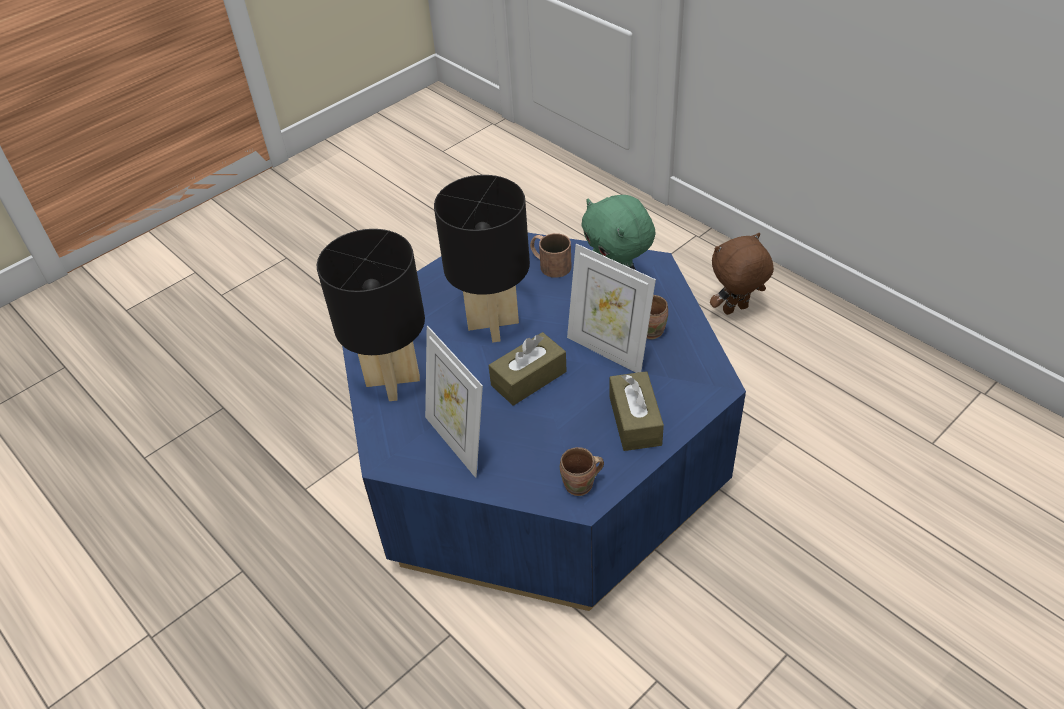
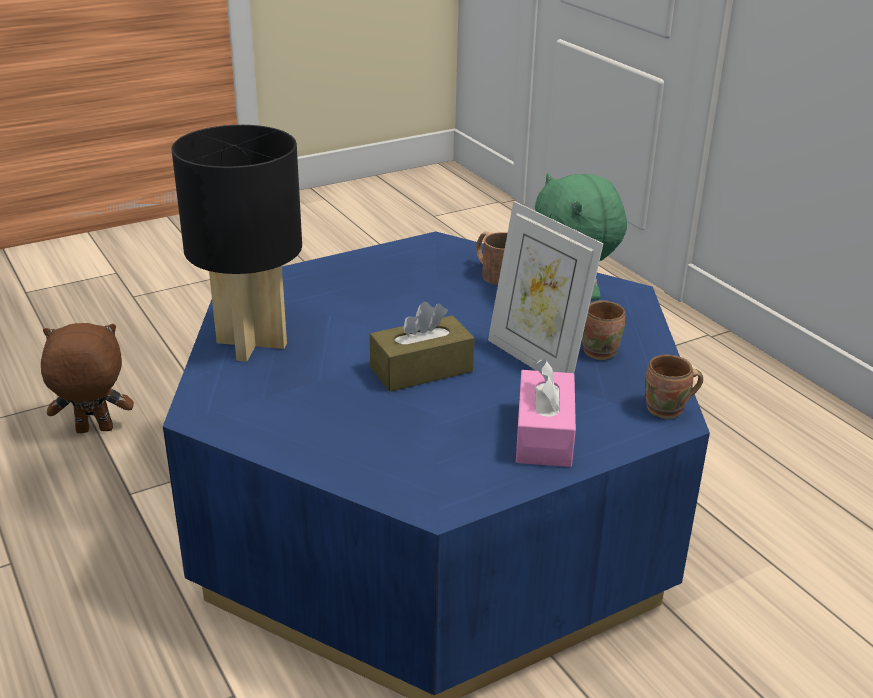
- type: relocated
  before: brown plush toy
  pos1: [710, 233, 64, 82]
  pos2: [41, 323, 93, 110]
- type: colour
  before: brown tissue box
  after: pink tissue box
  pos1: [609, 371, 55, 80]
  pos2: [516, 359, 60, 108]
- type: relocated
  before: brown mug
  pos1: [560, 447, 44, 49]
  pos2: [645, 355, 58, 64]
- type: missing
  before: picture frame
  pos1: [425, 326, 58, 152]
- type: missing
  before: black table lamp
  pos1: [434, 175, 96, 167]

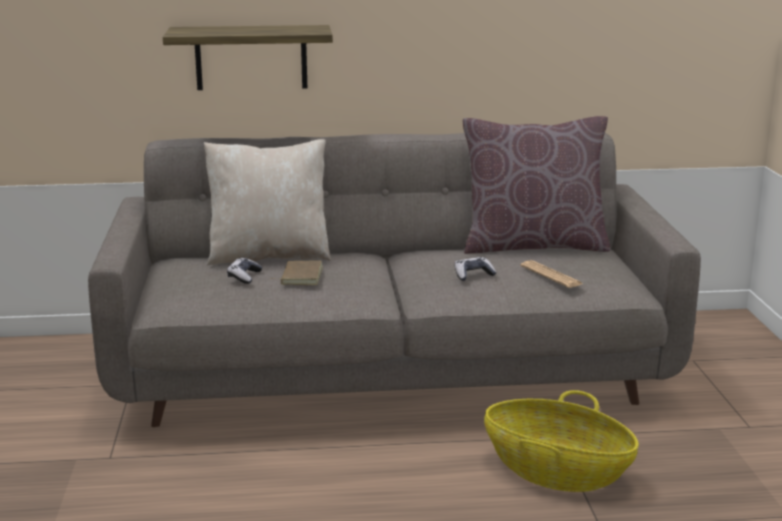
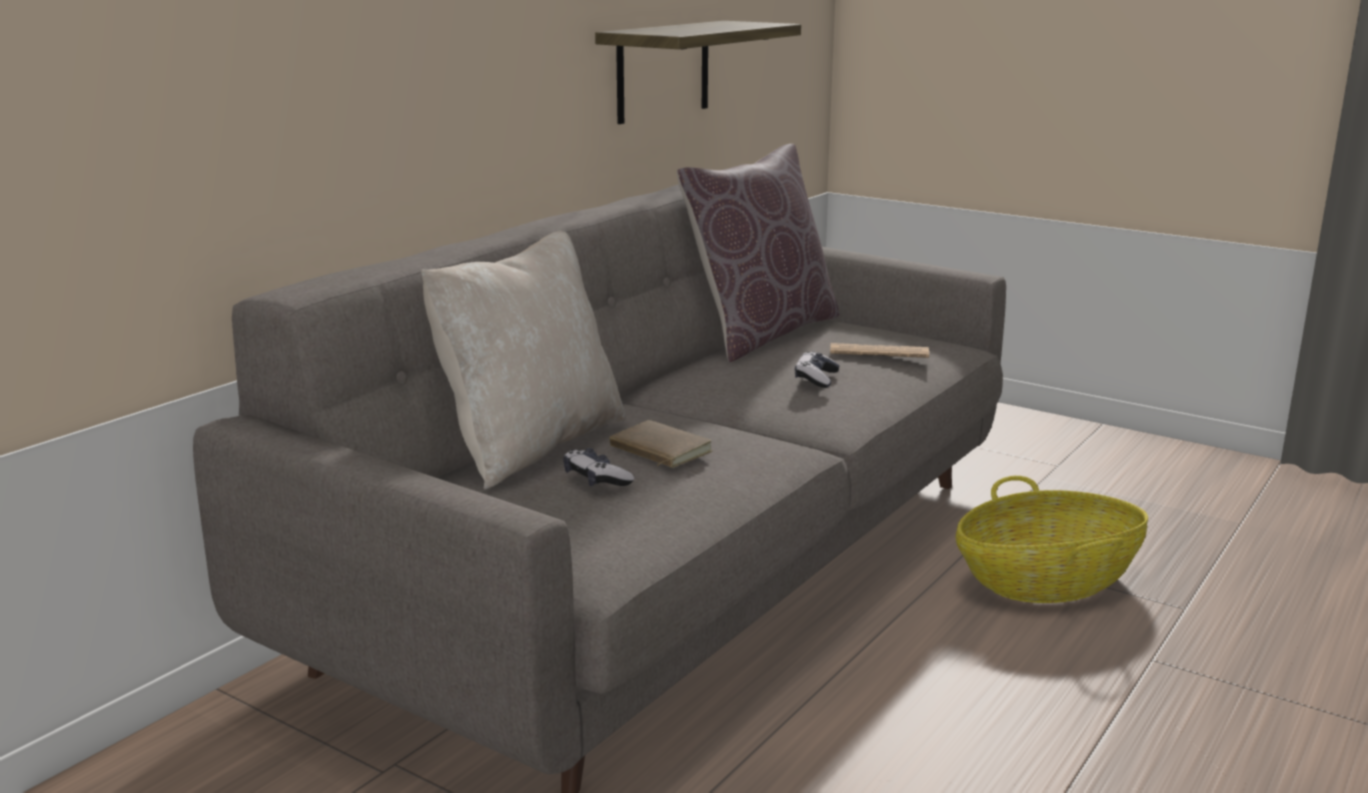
- type: relocated
  before: shelf
  pos1: [163, 25, 170, 65]
  pos2: [595, 21, 206, 103]

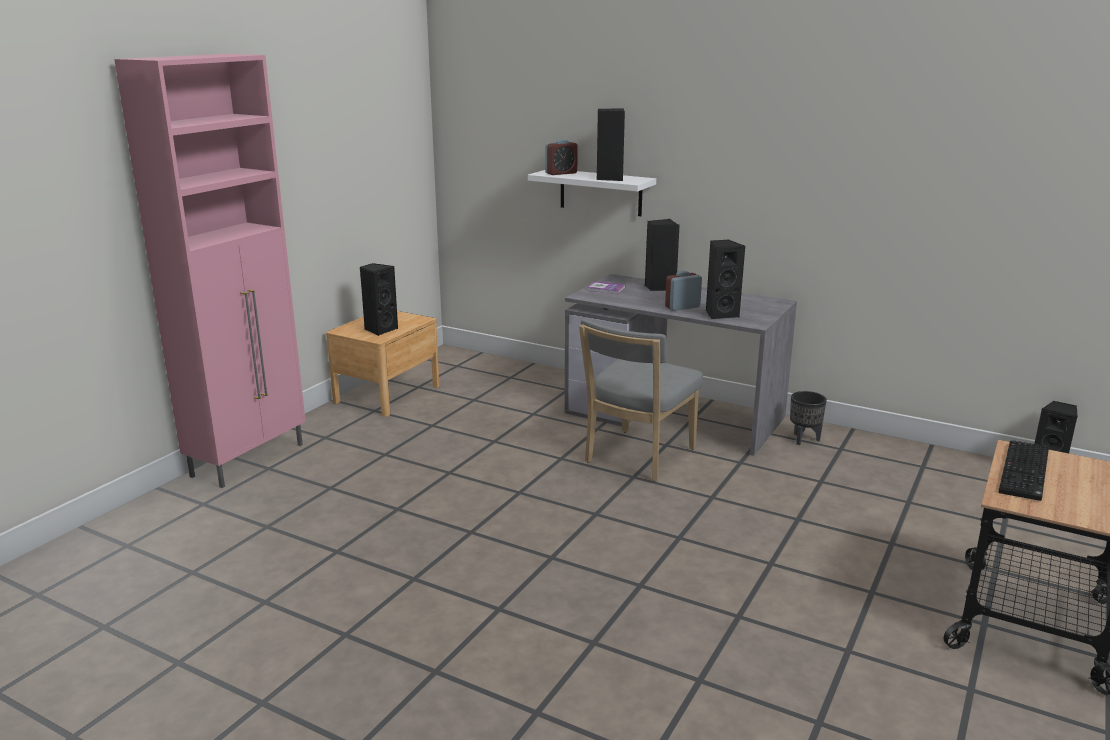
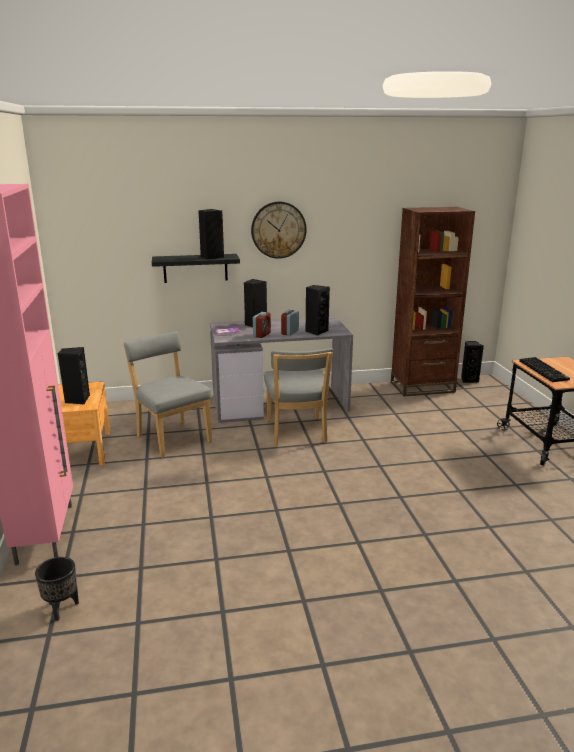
- type: relocated
  before: black planter
  pos1: [790, 391, 37, 54]
  pos2: [35, 557, 44, 64]
- type: appeared
  after: grey chair
  pos2: [124, 332, 88, 126]
- type: colour
  before: white shelf
  after: black shelf
  pos1: [528, 170, 128, 46]
  pos2: [152, 254, 88, 29]
- type: appeared
  after: wall clock
  pos2: [251, 201, 56, 58]
- type: relocated
  before: alarm clock
  pos1: [545, 140, 33, 35]
  pos2: [253, 312, 18, 26]
- type: appeared
  after: brown bookcase
  pos2: [391, 207, 84, 189]

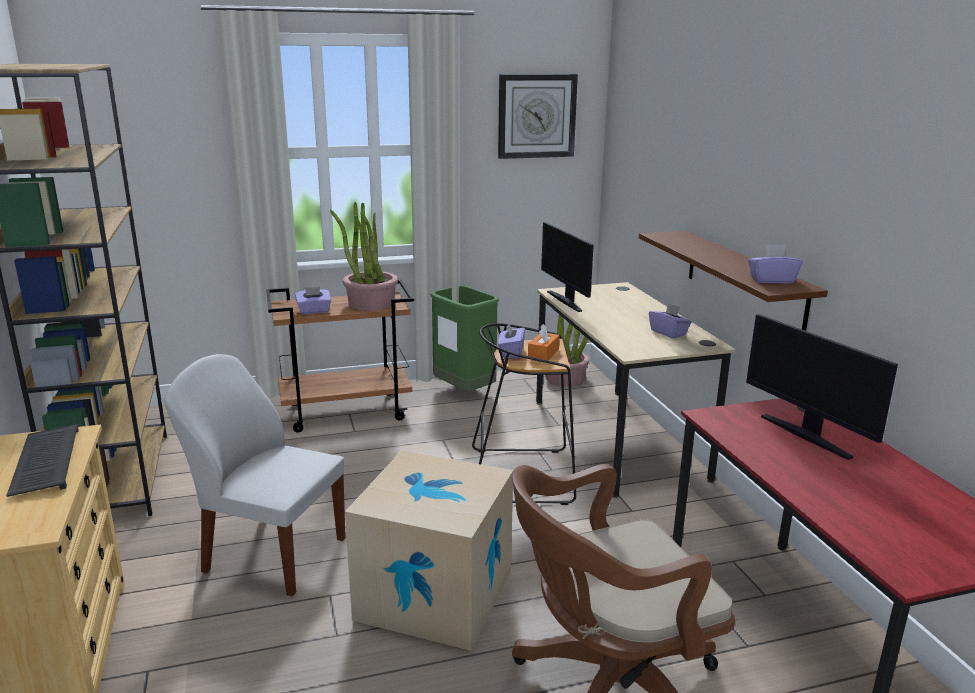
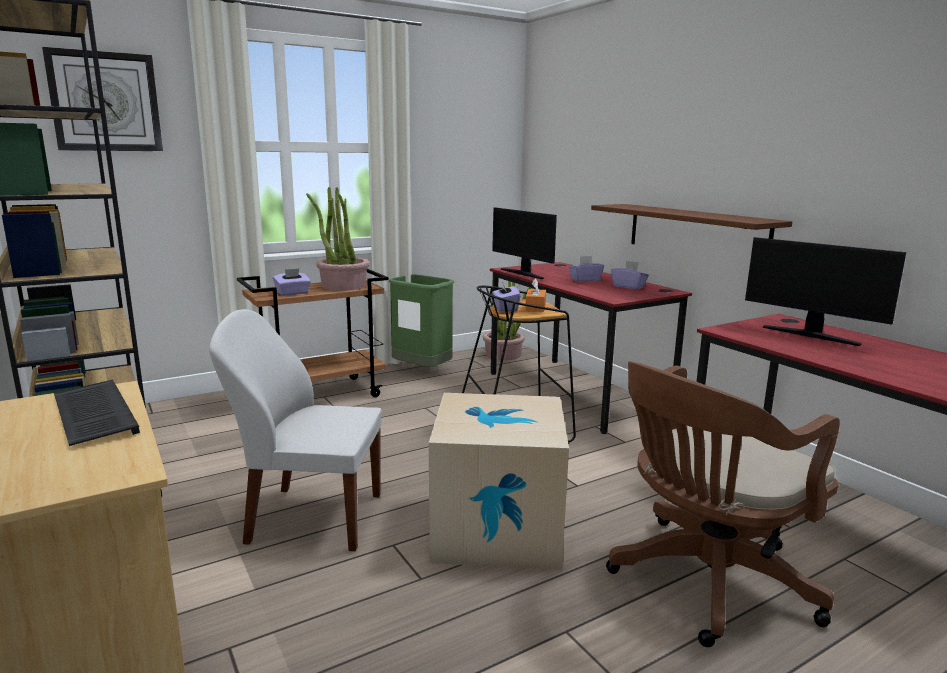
- type: relocated
  before: wall clock
  pos1: [498, 74, 80, 85]
  pos2: [42, 47, 121, 104]
- type: colour
  before: beige desk
  after: red desk
  pos1: [536, 282, 200, 216]
  pos2: [490, 262, 202, 172]
- type: relocated
  before: purple tissue box
  pos1: [748, 244, 55, 40]
  pos2: [568, 256, 36, 26]

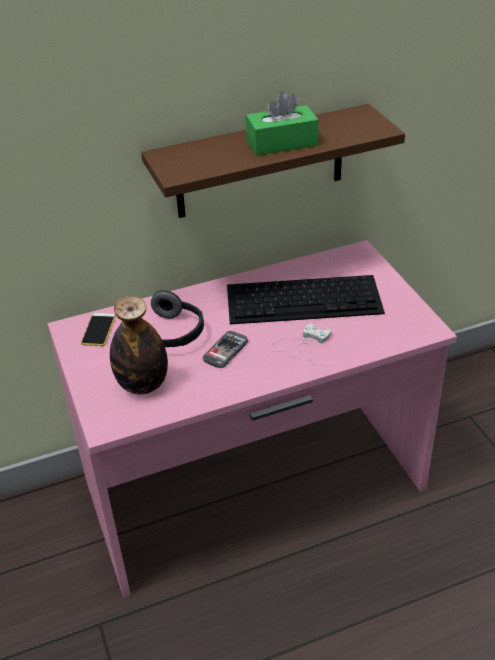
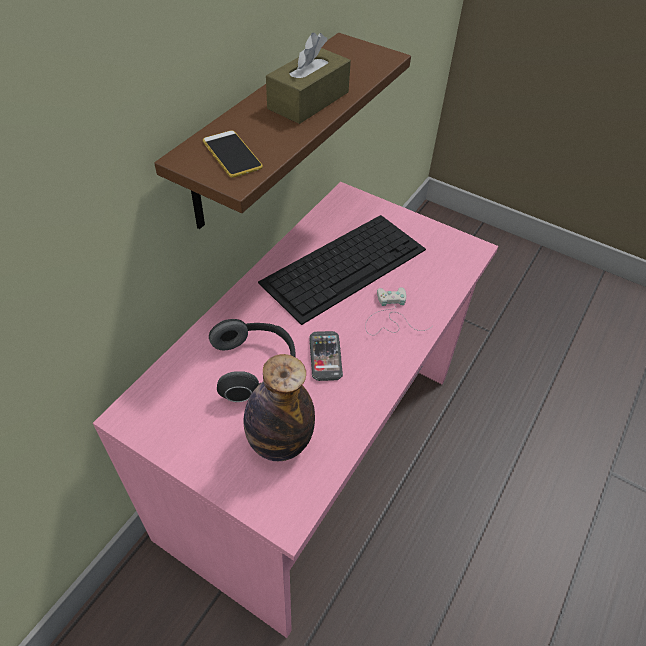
- type: relocated
  before: phone
  pos1: [81, 313, 35, 33]
  pos2: [203, 130, 60, 48]
- type: colour
  before: green tissue box
  after: brown tissue box
  pos1: [246, 91, 72, 65]
  pos2: [266, 33, 85, 91]

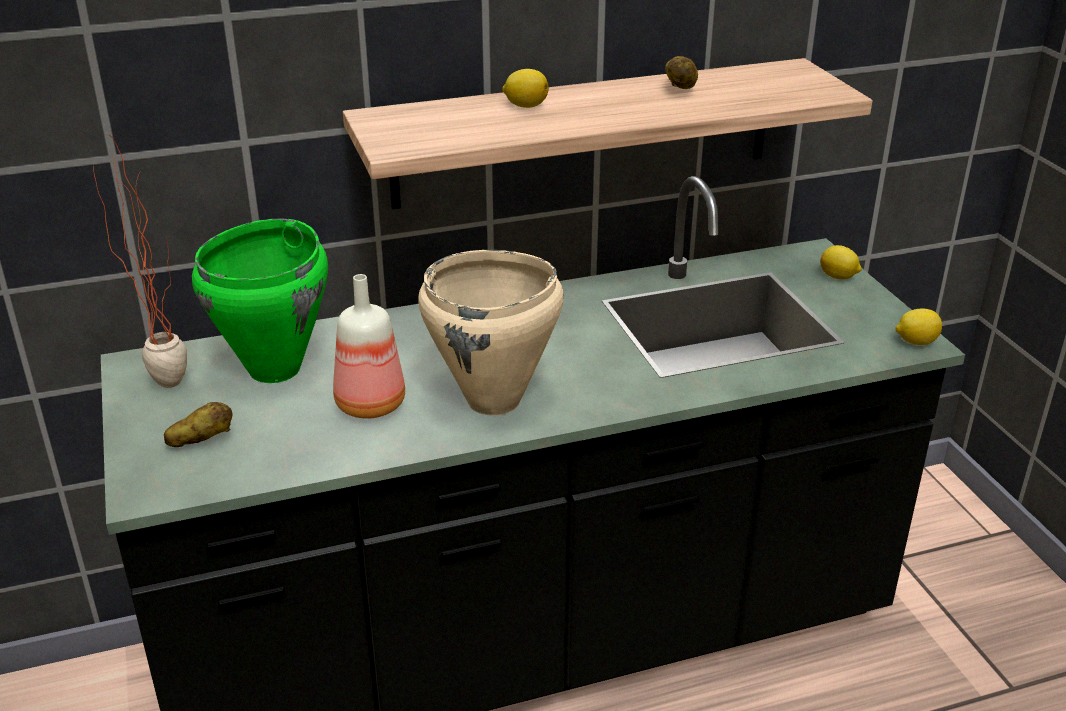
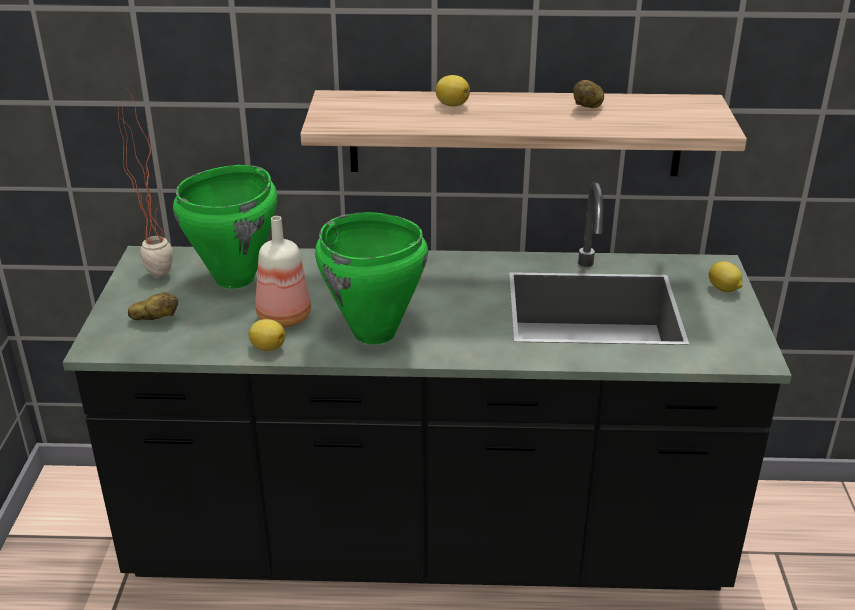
- type: relocated
  before: lemon
  pos1: [895, 308, 47, 37]
  pos2: [248, 319, 37, 32]
- type: colour
  before: beige cooking pot
  after: green cooking pot
  pos1: [418, 250, 146, 166]
  pos2: [315, 212, 113, 133]

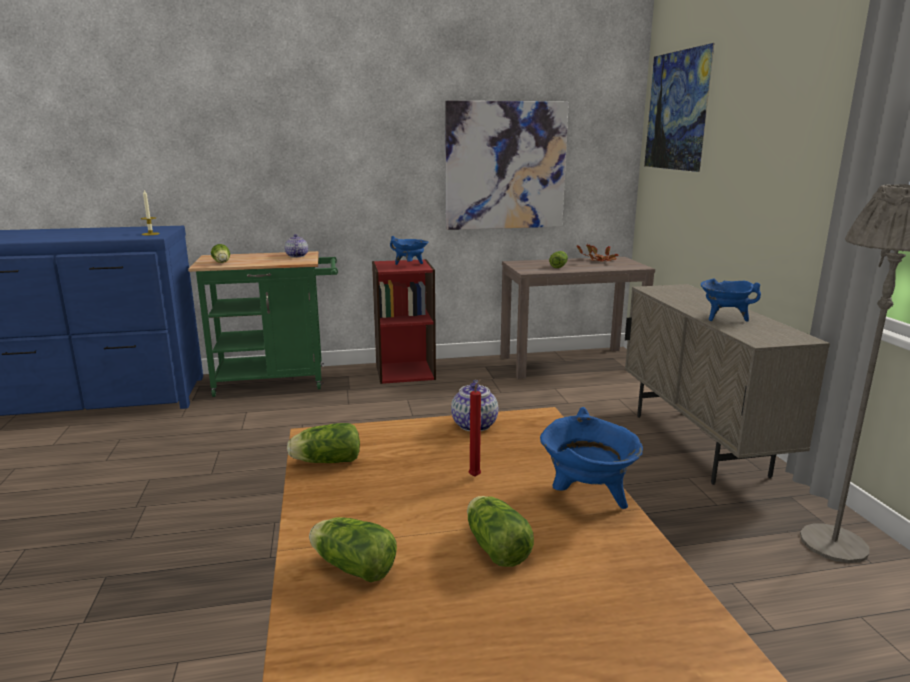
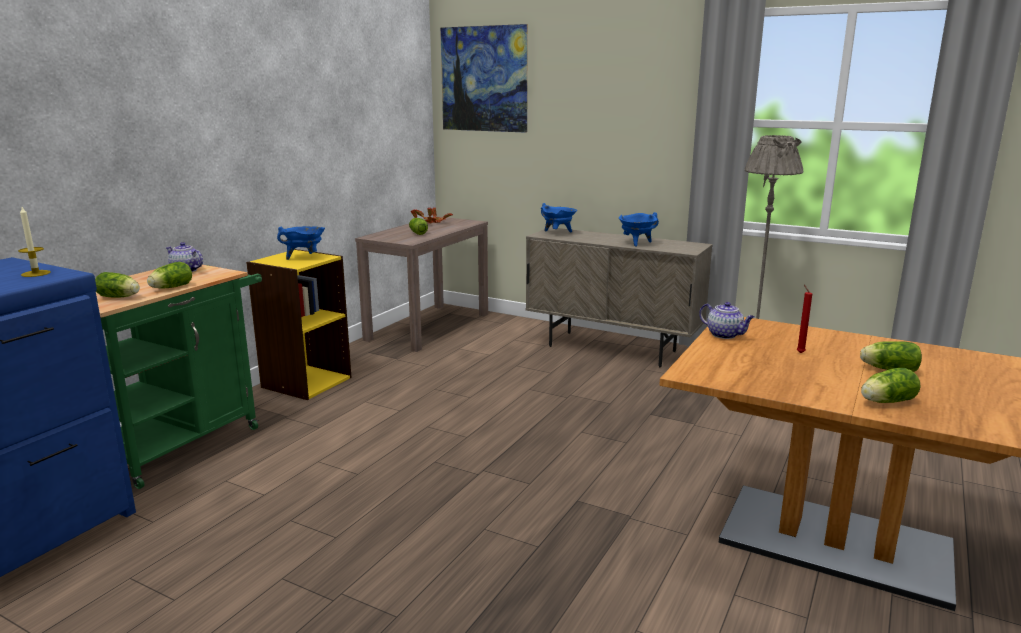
- type: relocated
  before: lettuce
  pos1: [287, 423, 73, 40]
  pos2: [147, 262, 45, 27]
- type: colour
  before: red bookcase
  after: yellow bookcase
  pos1: [372, 259, 64, 125]
  pos2: [246, 249, 106, 151]
- type: relocated
  before: blue cooking pot
  pos1: [540, 407, 103, 102]
  pos2: [541, 203, 36, 29]
- type: missing
  before: picture
  pos1: [445, 101, 124, 129]

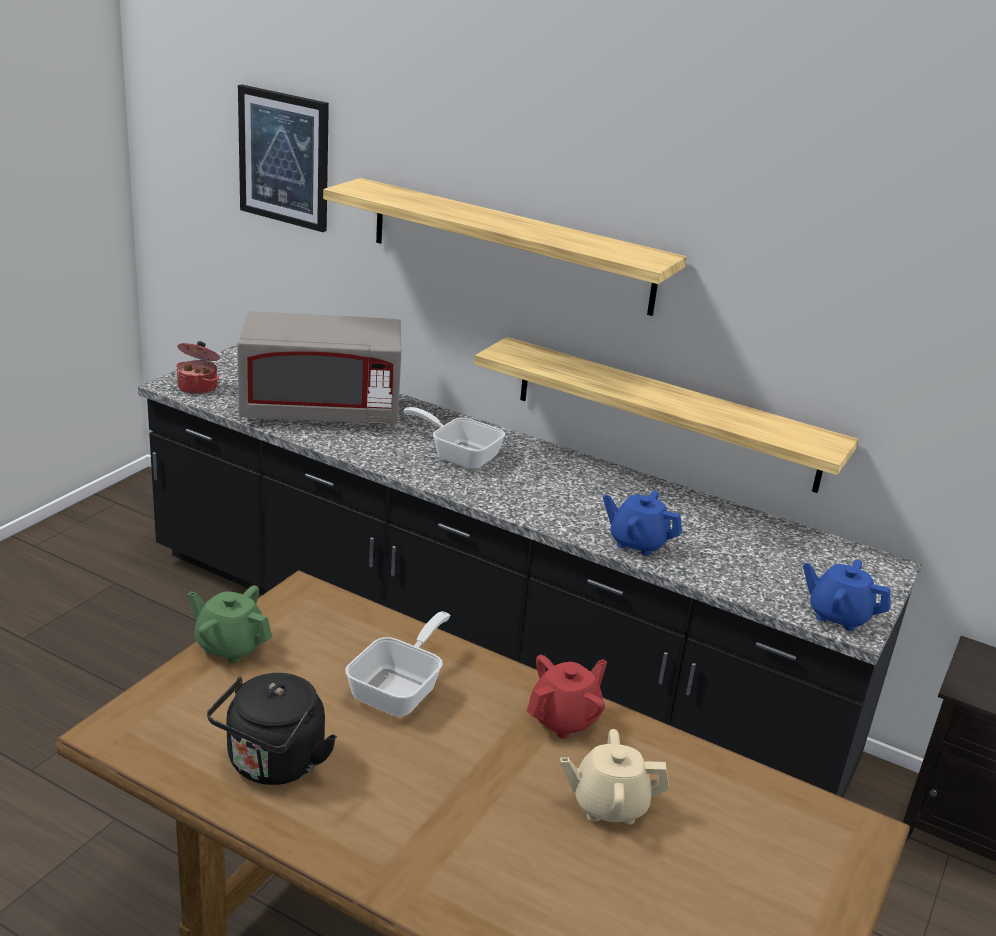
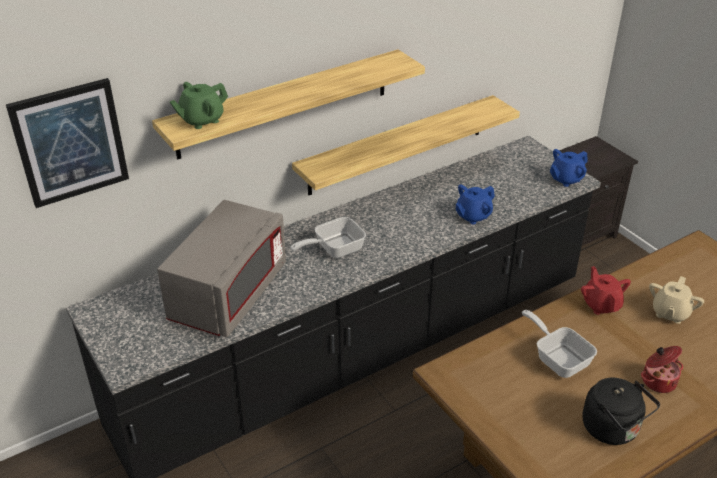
- type: relocated
  before: green teapot
  pos1: [187, 586, 85, 77]
  pos2: [170, 82, 58, 47]
- type: relocated
  before: cooking pot
  pos1: [176, 341, 44, 54]
  pos2: [641, 346, 42, 47]

